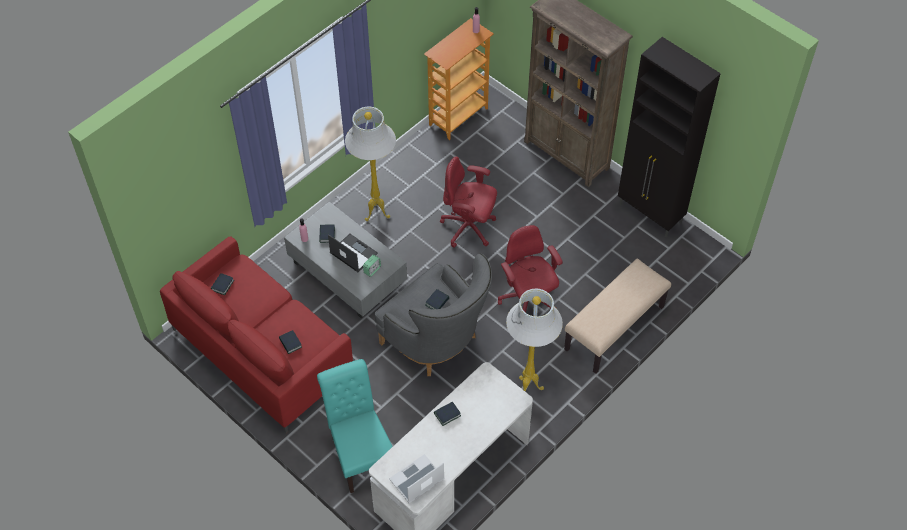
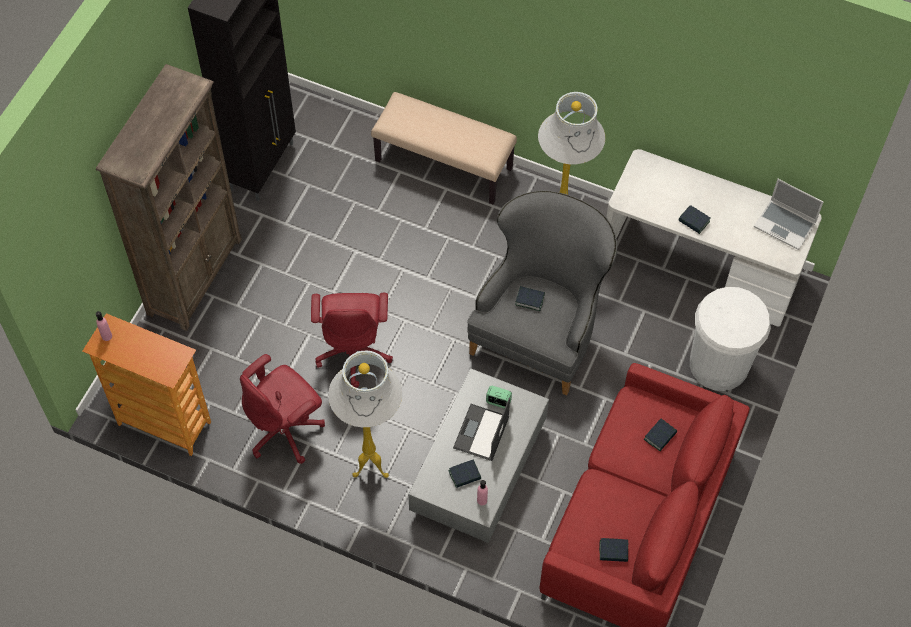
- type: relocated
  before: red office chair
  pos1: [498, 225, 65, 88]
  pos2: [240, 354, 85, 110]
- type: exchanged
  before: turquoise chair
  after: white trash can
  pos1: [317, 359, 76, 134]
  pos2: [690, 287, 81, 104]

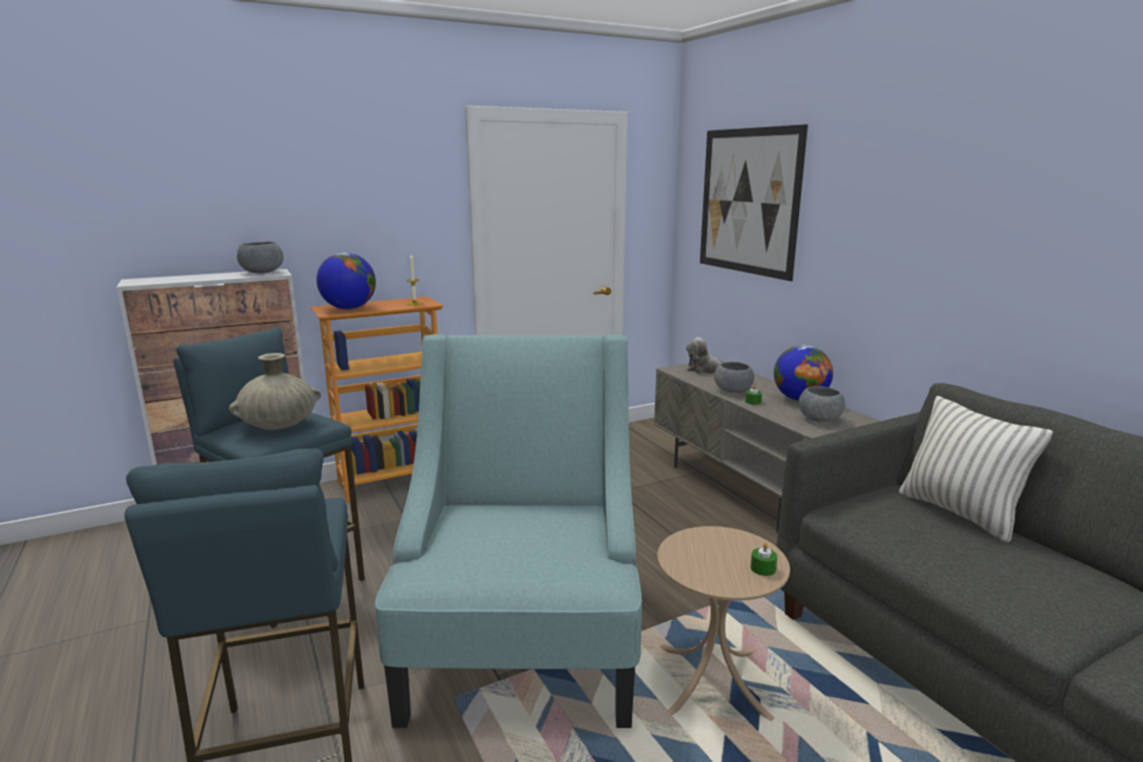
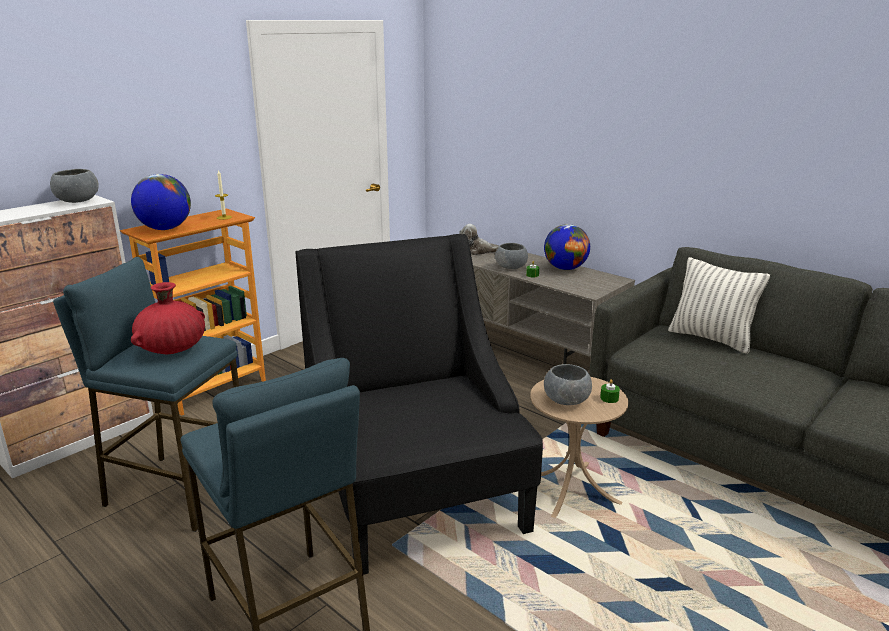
- type: colour
  before: beige vase
  after: red vase
  pos1: [229, 353, 92, 77]
  pos2: [131, 282, 74, 72]
- type: colour
  before: turquoise armchair
  after: black armchair
  pos1: [375, 334, 267, 394]
  pos2: [296, 234, 247, 341]
- type: relocated
  before: grey bowl
  pos1: [799, 386, 46, 36]
  pos2: [544, 364, 48, 41]
- type: missing
  before: picture
  pos1: [700, 124, 108, 157]

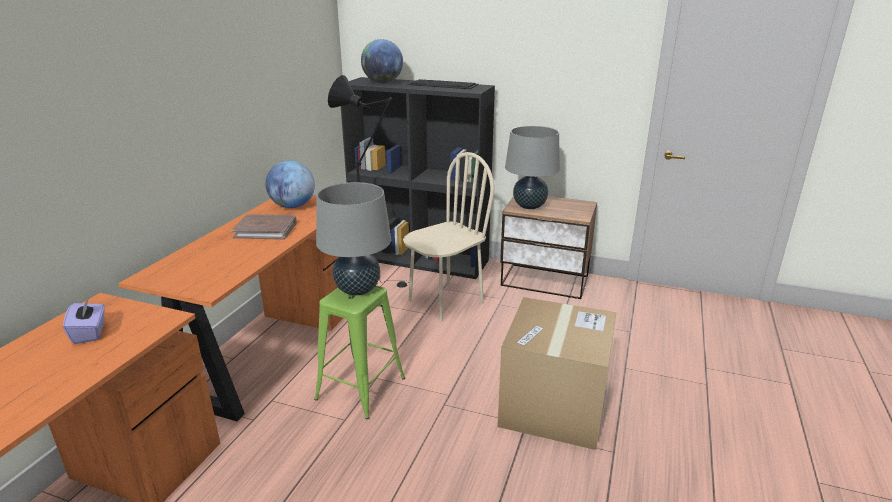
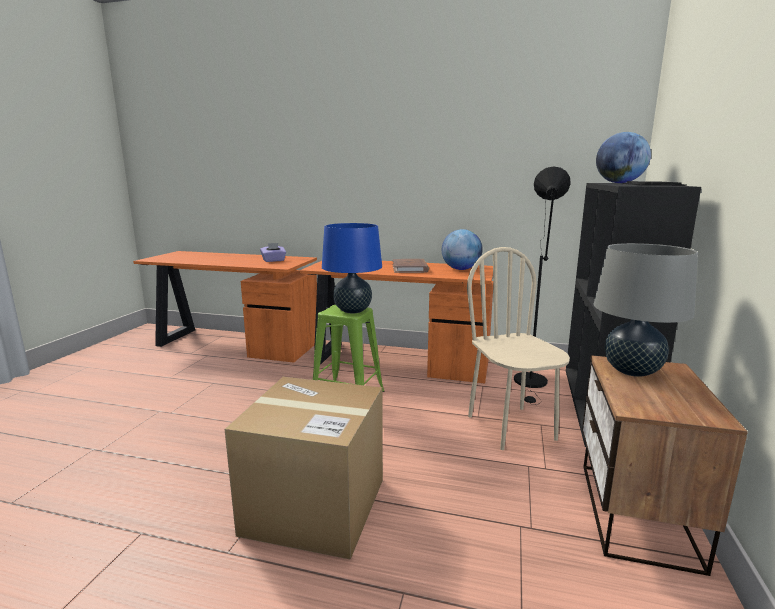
- type: colour
  before: grey table lamp
  after: blue table lamp
  pos1: [316, 182, 75, 113]
  pos2: [322, 223, 60, 90]
- type: spun
  before: beige chair
  pos1: [403, 152, 91, 169]
  pos2: [467, 247, 103, 203]
  turn: -150

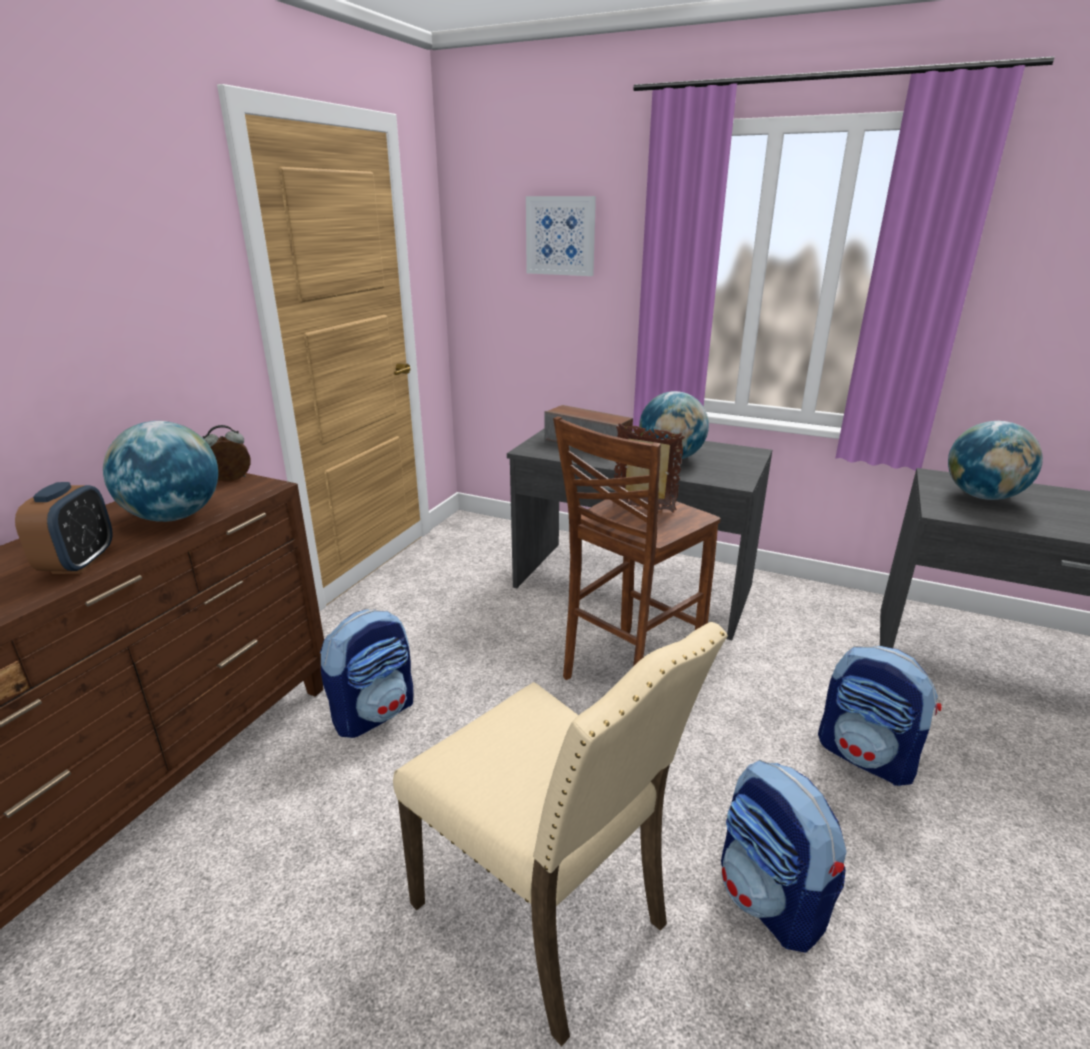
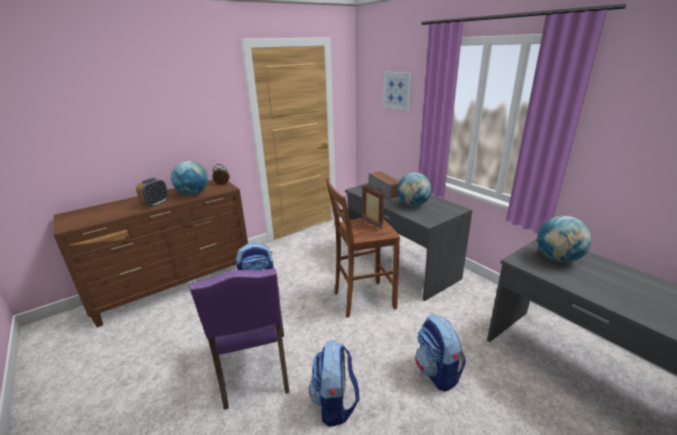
- type: colour
  before: beige chair
  after: purple chair
  pos1: [393, 622, 335, 424]
  pos2: [190, 268, 100, 142]

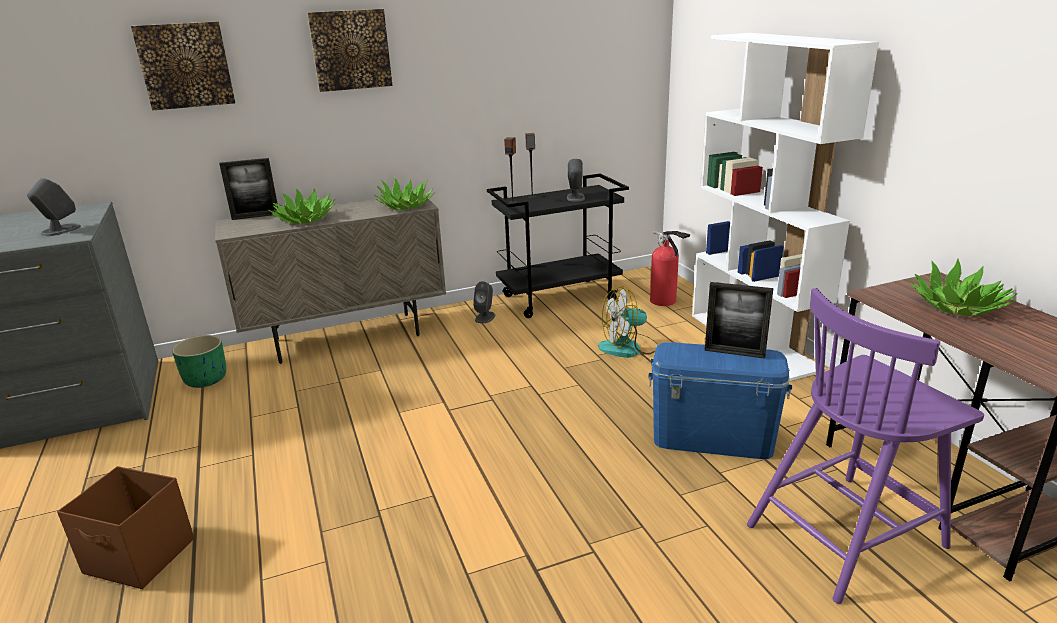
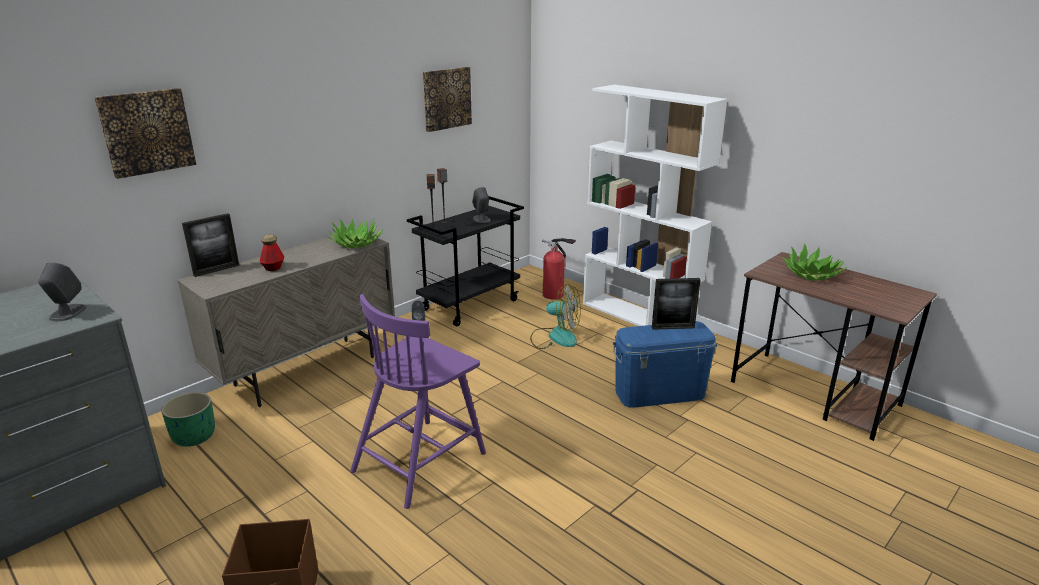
- type: exchanged
  before: potted plant
  after: bottle
  pos1: [268, 188, 68, 36]
  pos2: [260, 234, 24, 37]
- type: relocated
  before: purple chair
  pos1: [747, 288, 237, 316]
  pos2: [350, 294, 136, 215]
- type: relocated
  before: picture
  pos1: [307, 9, 86, 83]
  pos2: [423, 67, 49, 65]
- type: spun
  before: fan
  pos1: [598, 286, 61, 72]
  pos2: [530, 284, 51, 65]
  turn: -120

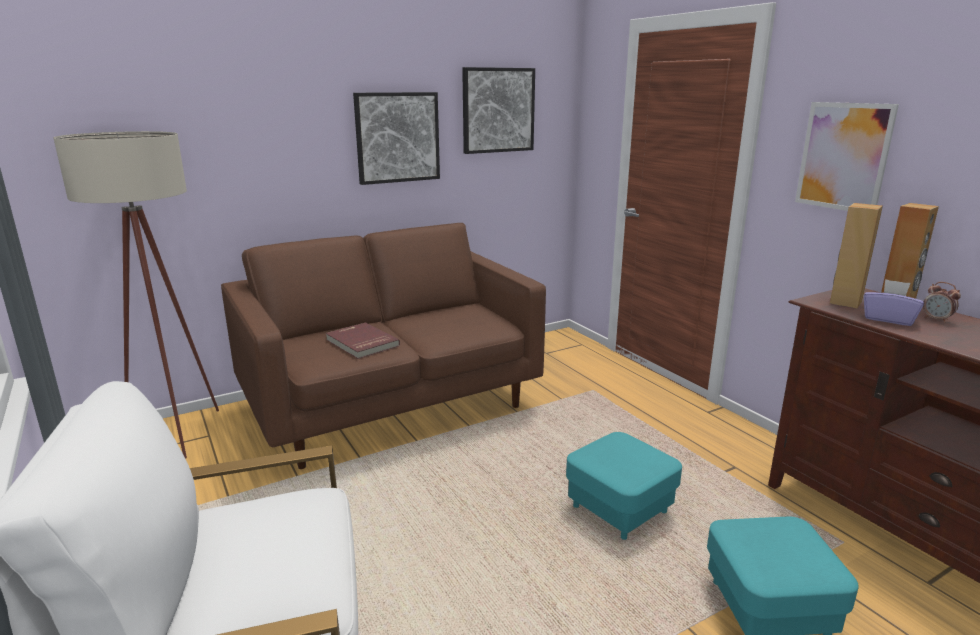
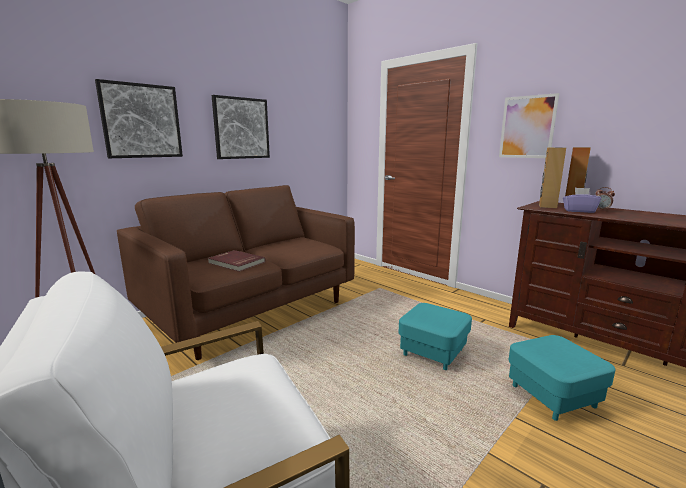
- type: relocated
  before: picture
  pos1: [462, 67, 73, 87]
  pos2: [95, 79, 88, 79]

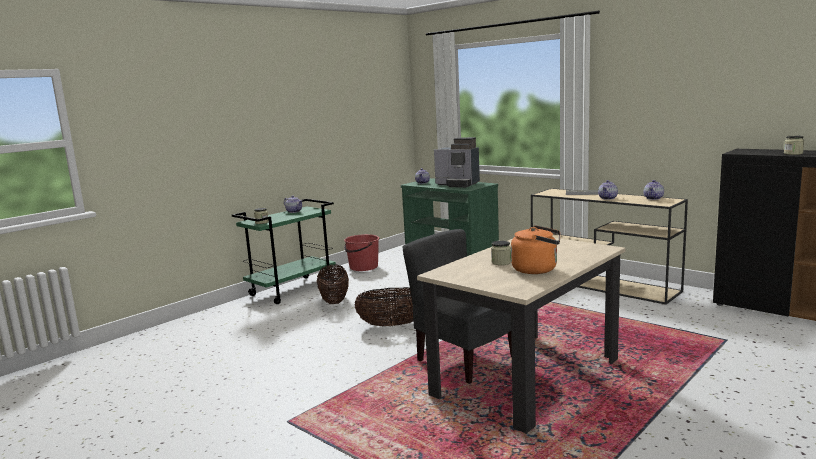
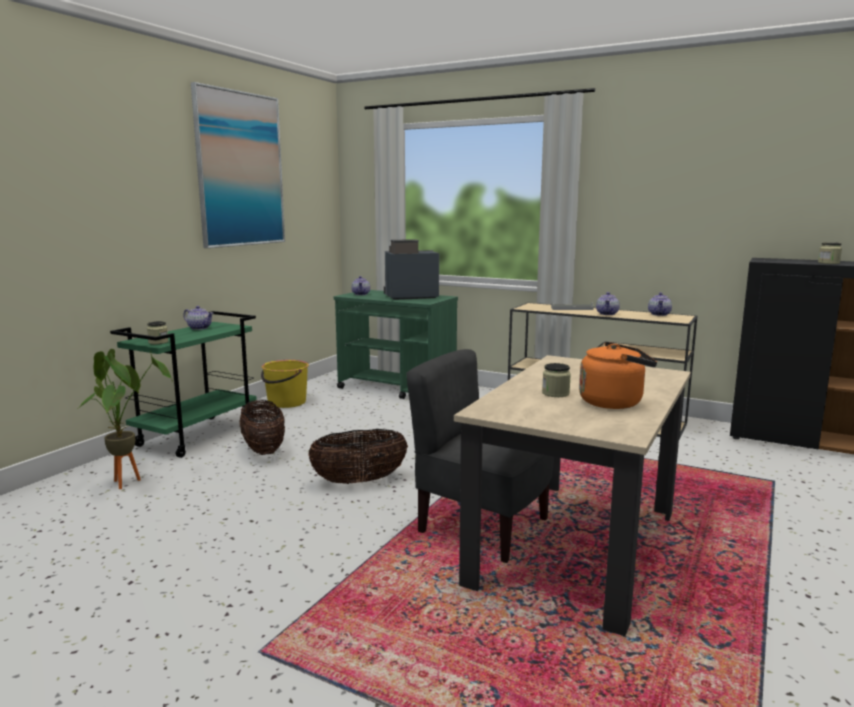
- type: appeared
  after: potted plant
  pos2: [80, 349, 93, 140]
- type: appeared
  after: picture
  pos2: [191, 82, 94, 166]
- type: colour
  before: red bucket
  after: yellow bucket
  pos1: [344, 234, 35, 37]
  pos2: [261, 360, 48, 48]
- type: spun
  before: coffee machine
  pos1: [434, 137, 46, 51]
  pos2: [384, 239, 55, 61]
  turn: 150

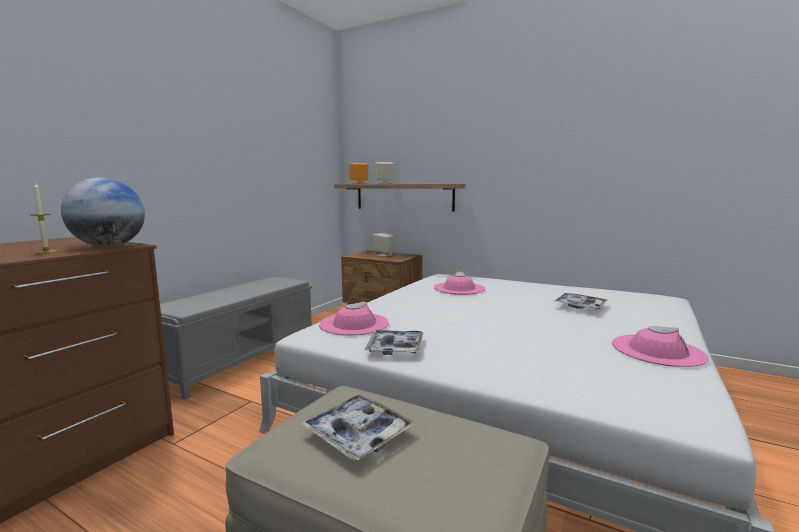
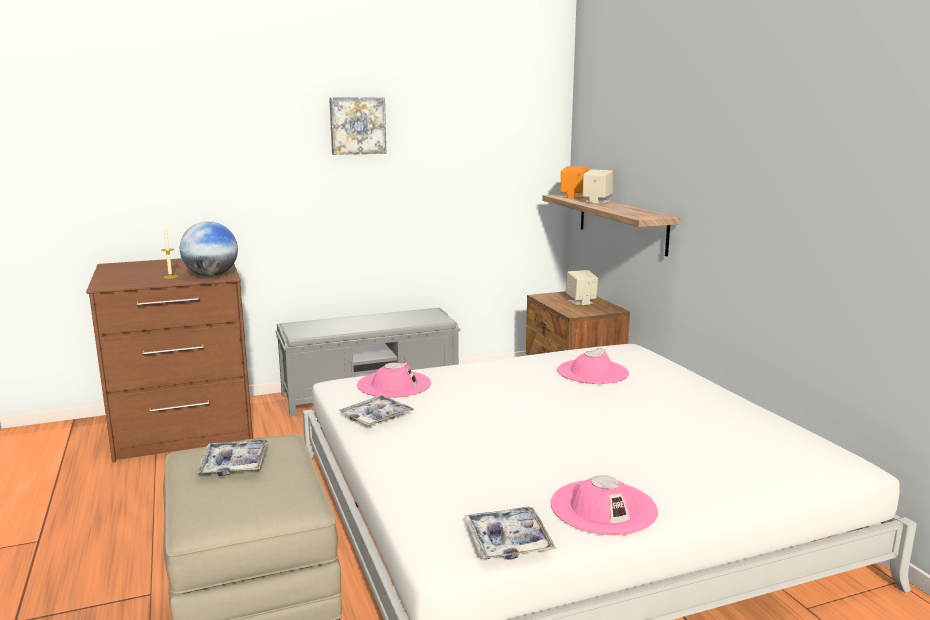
- type: appeared
  after: picture
  pos2: [329, 97, 57, 58]
- type: relocated
  before: tray
  pos1: [554, 293, 54, 16]
  pos2: [465, 507, 91, 53]

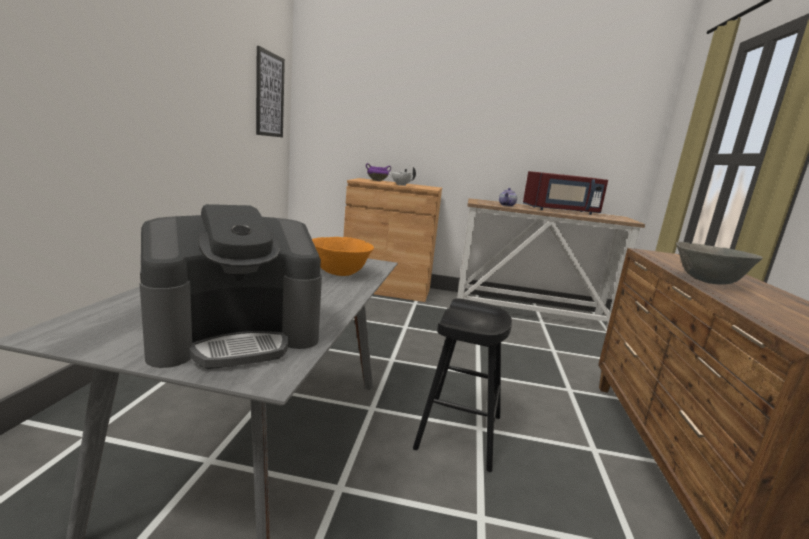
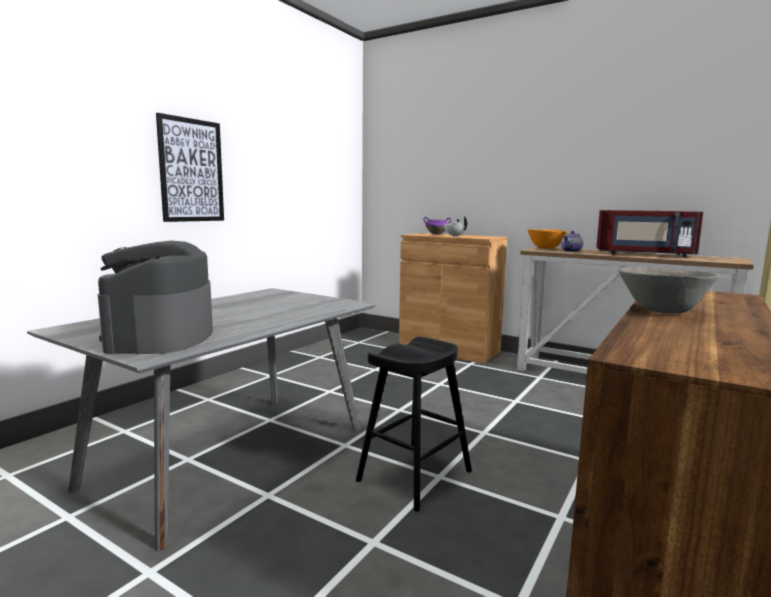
- type: spun
  before: coffee machine
  pos1: [140, 204, 182, 165]
  pos2: [98, 241, 115, 113]
  turn: 90
- type: relocated
  before: picture
  pos1: [256, 46, 29, 91]
  pos2: [156, 113, 68, 109]
- type: relocated
  before: orange bowl
  pos1: [312, 237, 62, 39]
  pos2: [528, 229, 39, 20]

